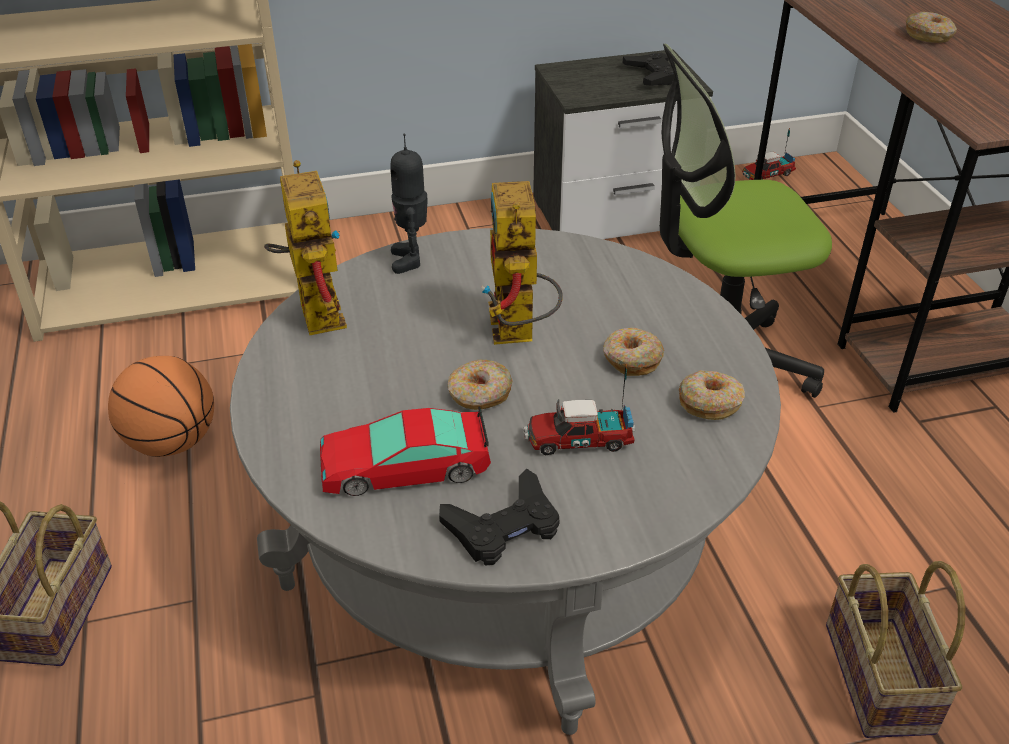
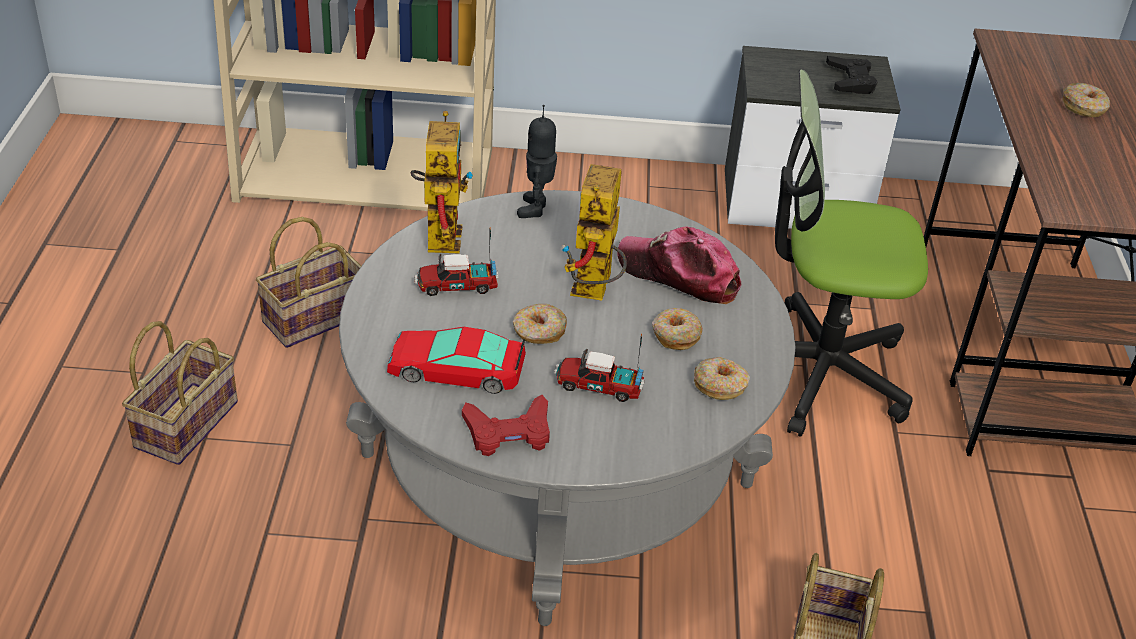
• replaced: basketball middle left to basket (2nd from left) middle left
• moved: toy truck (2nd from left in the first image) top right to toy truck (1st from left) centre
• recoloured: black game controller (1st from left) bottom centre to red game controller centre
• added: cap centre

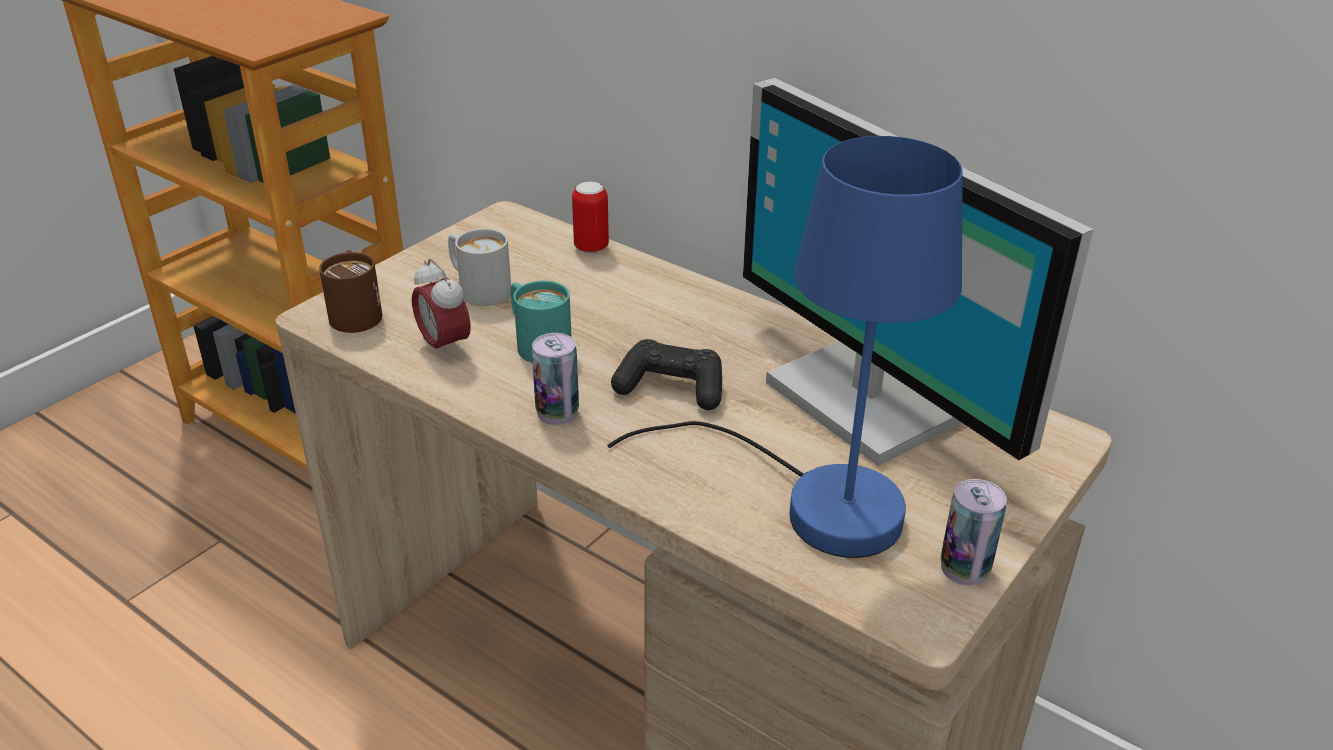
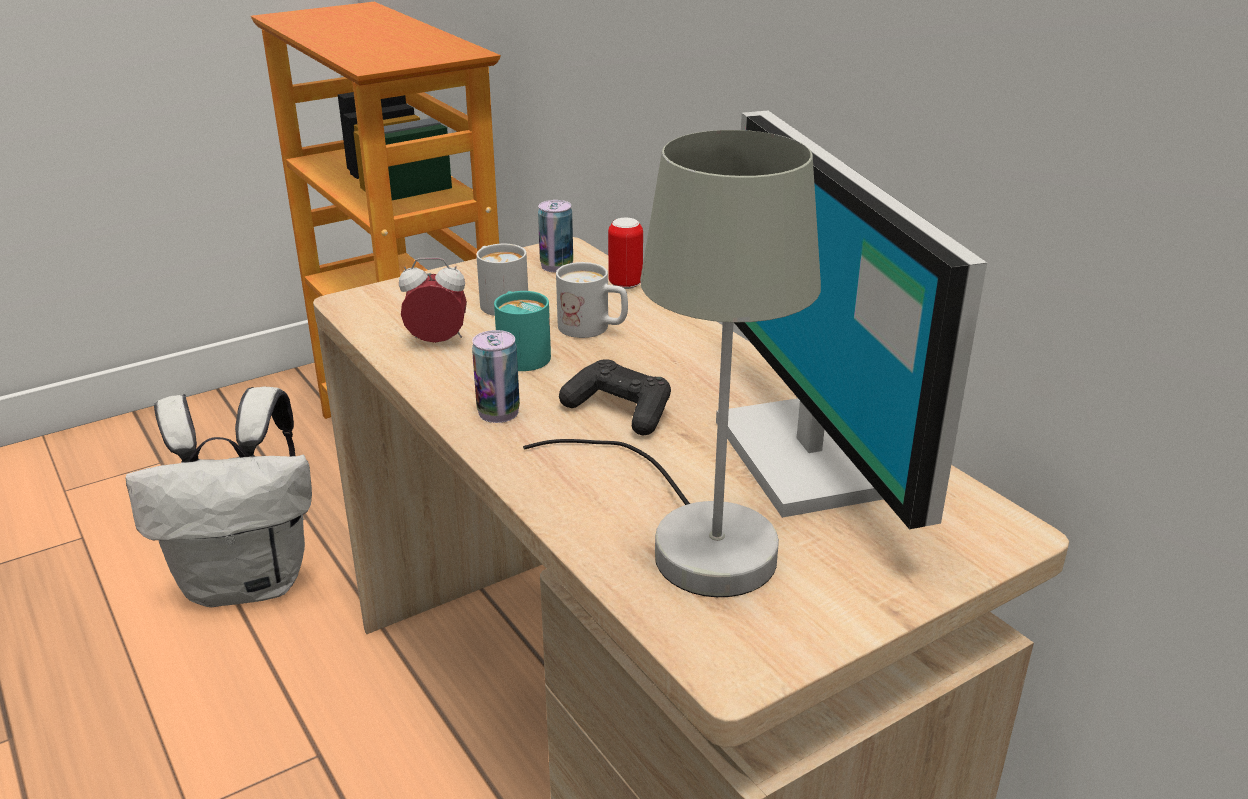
• added: white backpack middle left
• turned: alarm clock middle left = centre 105 degrees clockwise
• recoloured: blue table lamp centre to grey table lamp centre
• moved: can (3rd from left in the first image) bottom right to can (2nd from left) top centre
• added: white mug (2nd from left) centre
• removed: brown mug middle left

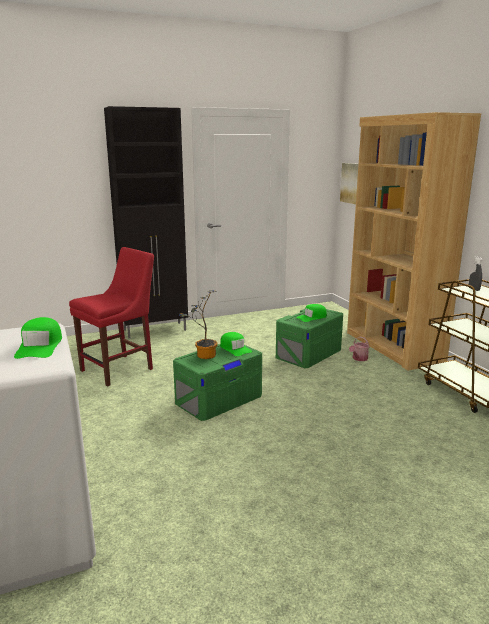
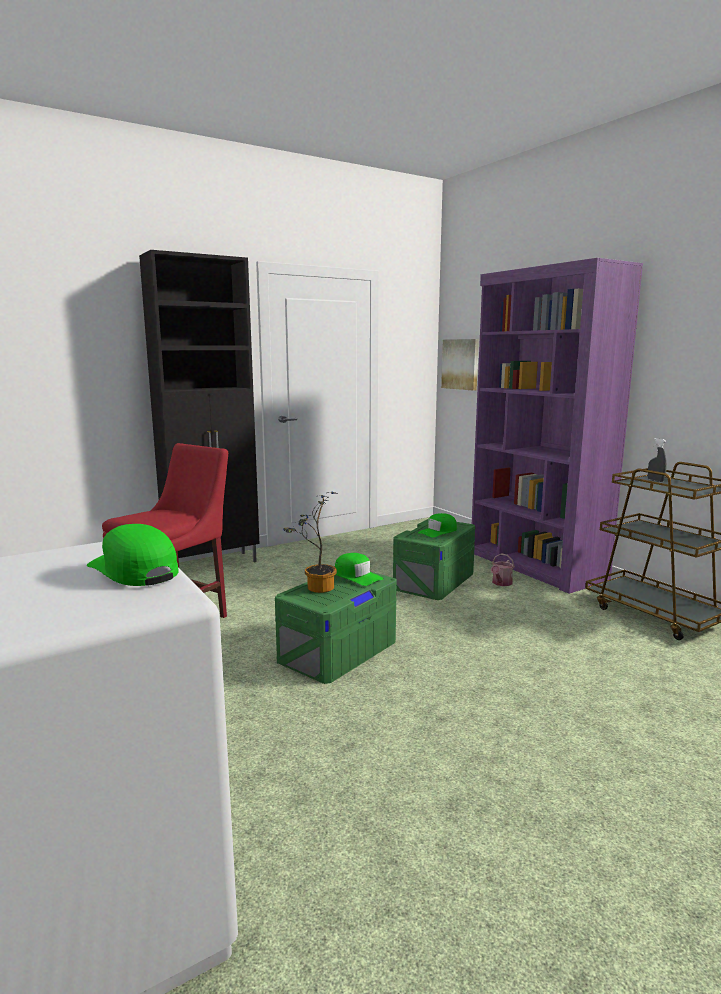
• turned: green cap (1st from left) middle left = middle left 150 degrees clockwise
• recoloured: brown bookcase middle right to purple bookcase middle right

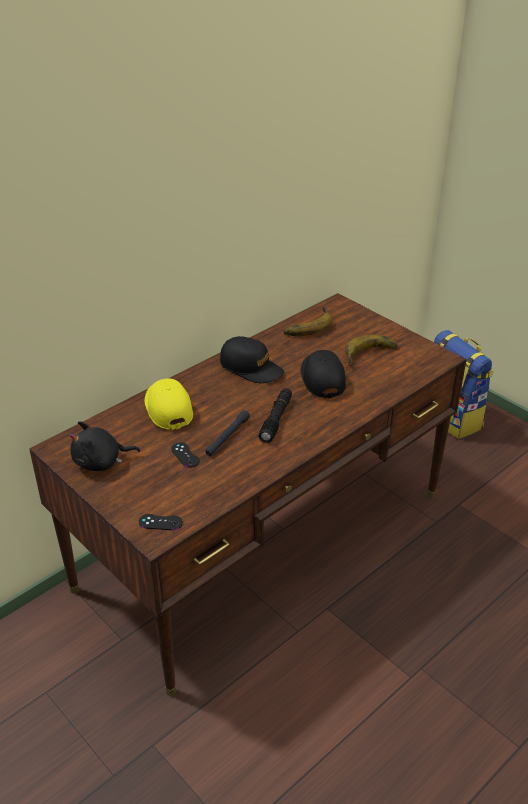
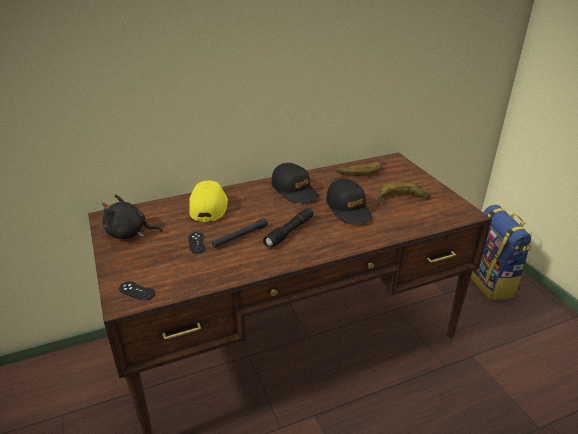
• turned: black cap (2nd from left) centre = centre 150 degrees clockwise

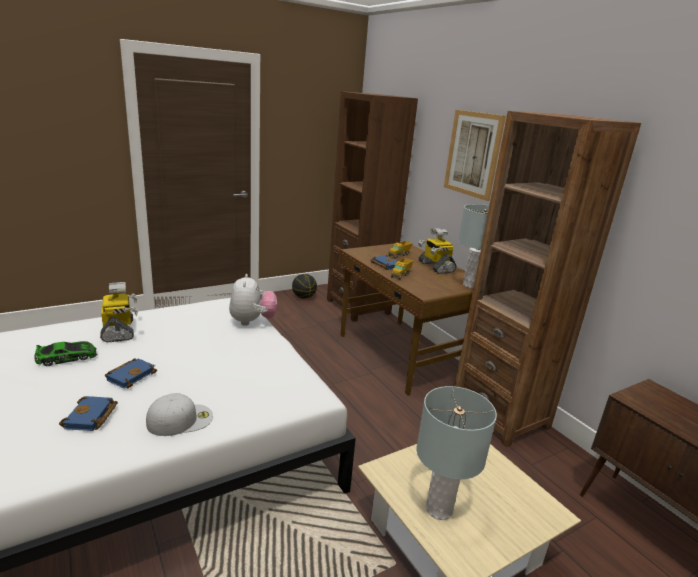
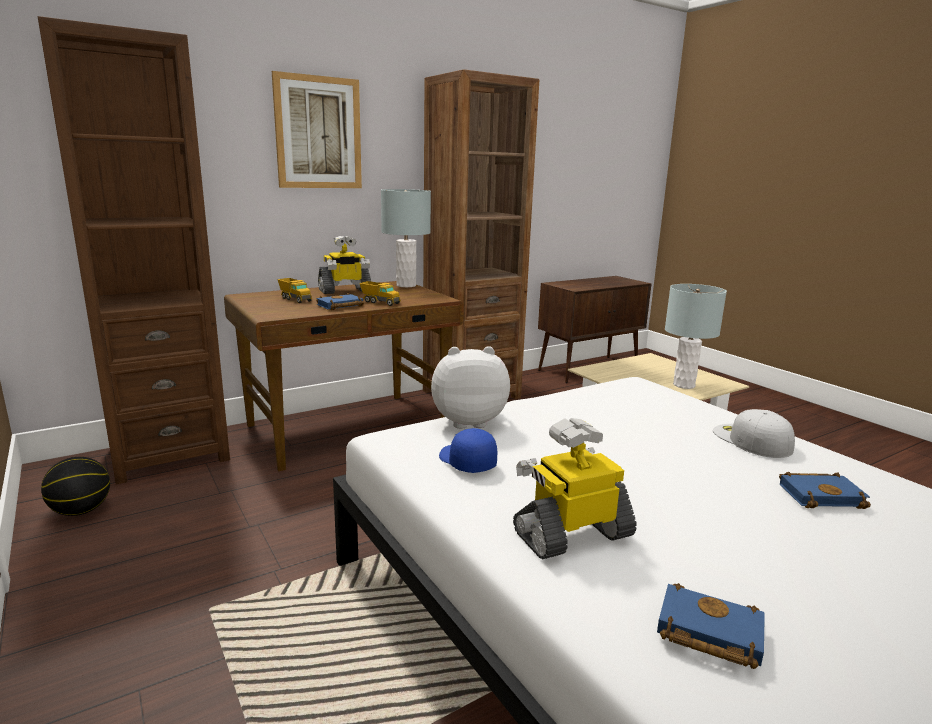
• added: blue cap centre
• moved: blue book (2nd from left) middle left to bottom right
• removed: toy car middle left

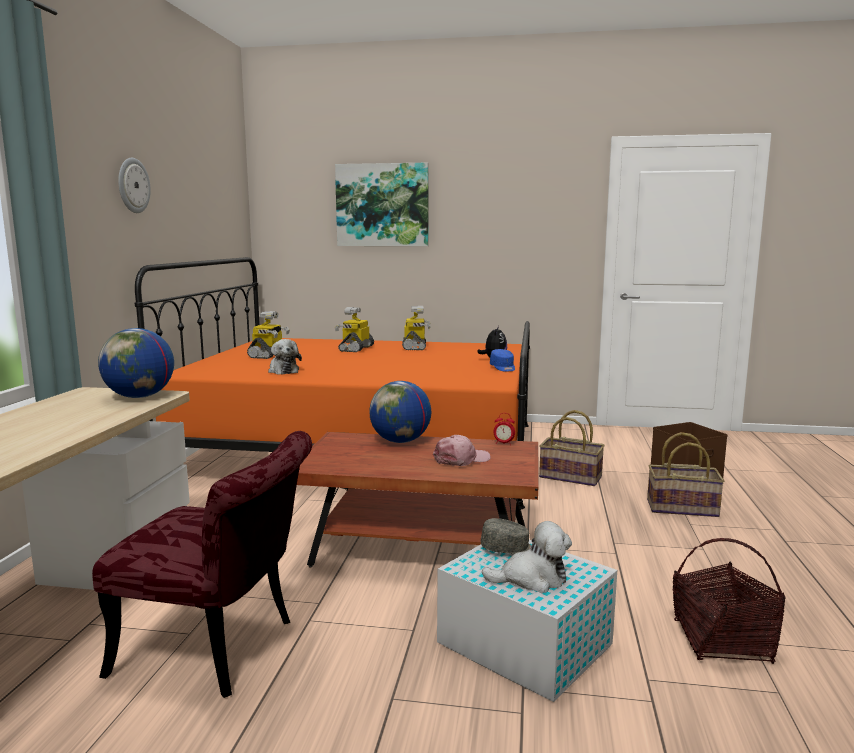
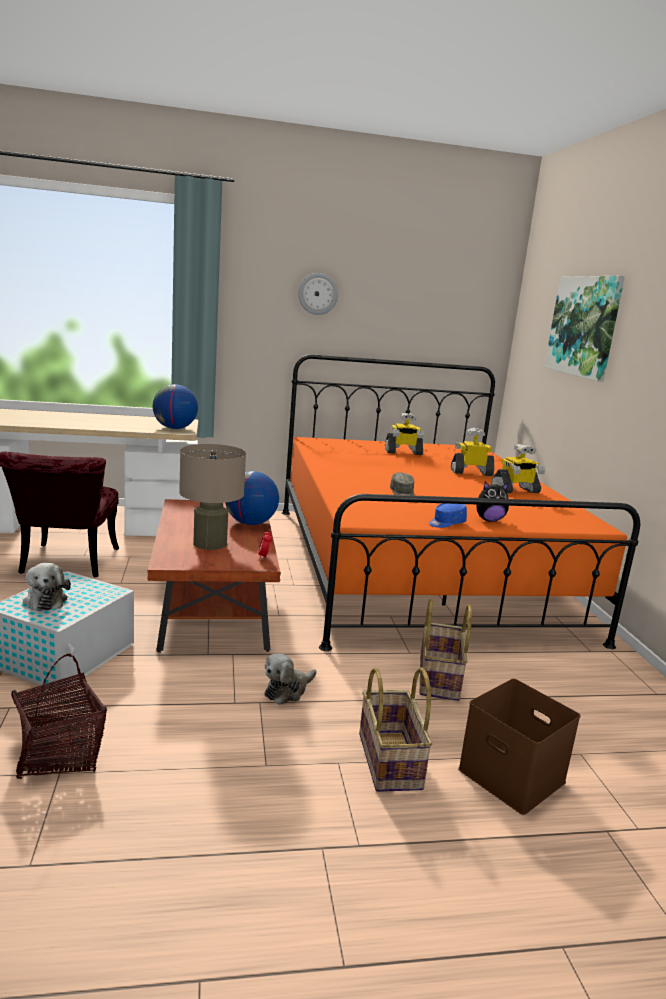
• replaced: pink cap centre to beige table lamp middle left
• moved: plush toy (1st from left in the first image) centre to plush toy (2nd from left) bottom centre
• moved: grey cap bottom centre to centre

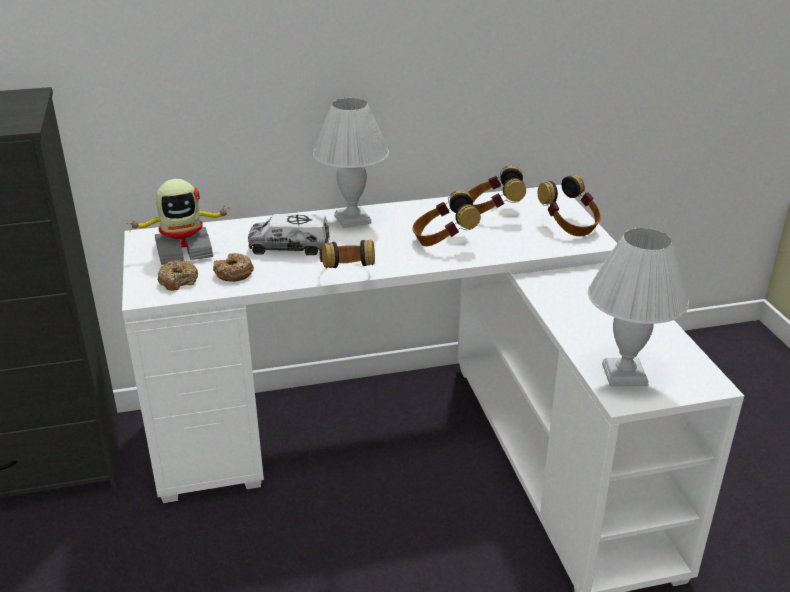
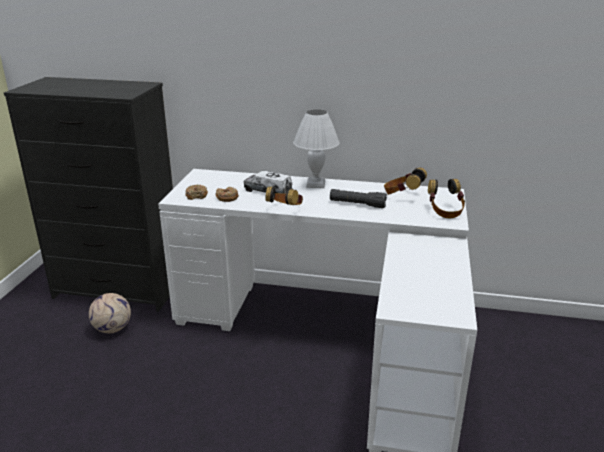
• added: football bottom left
• replaced: headphones (2nd from left) centre to black flashlight centre
• removed: toy robot middle left
• removed: white table lamp (2nd from left) middle right

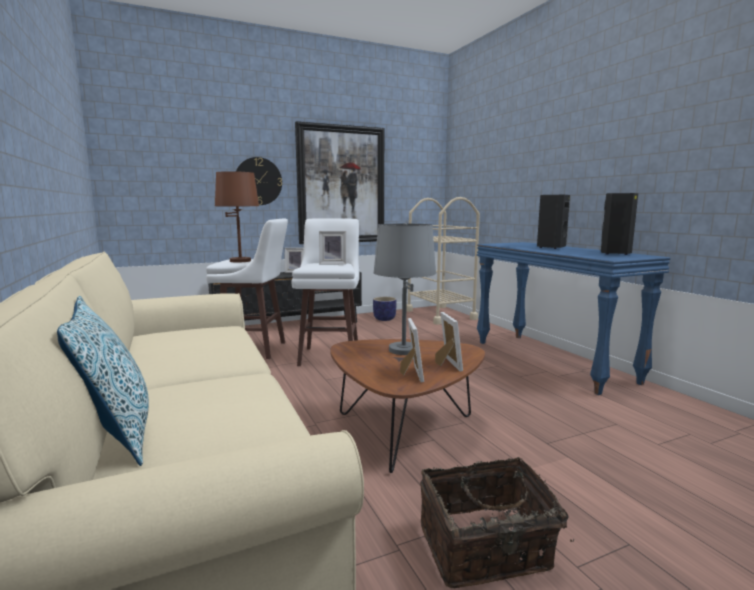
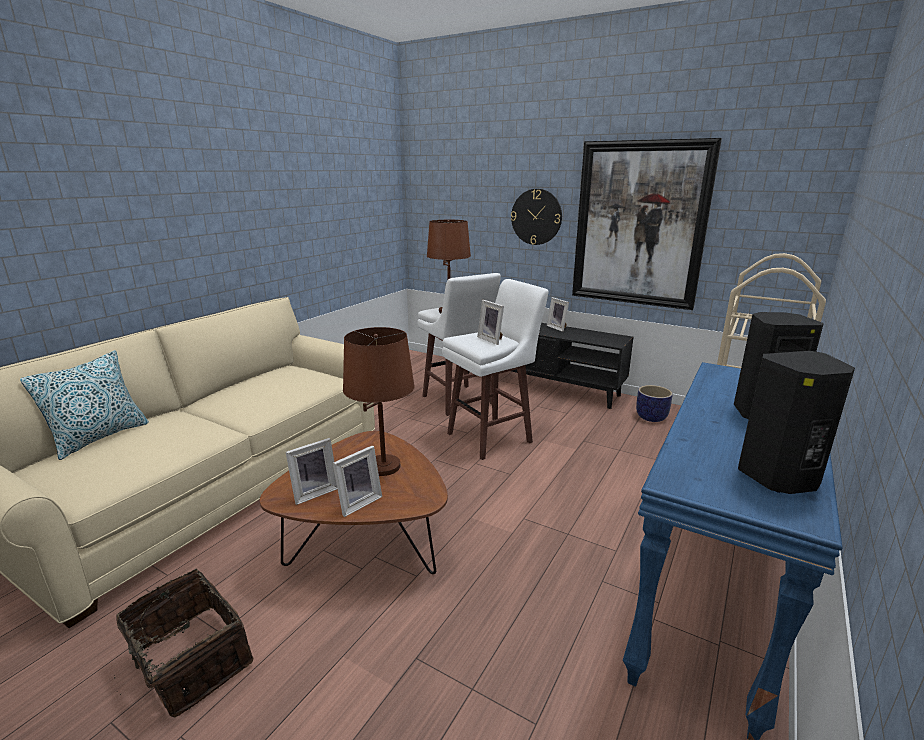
• recoloured: grey table lamp centre to brown table lamp (1st from left) centre

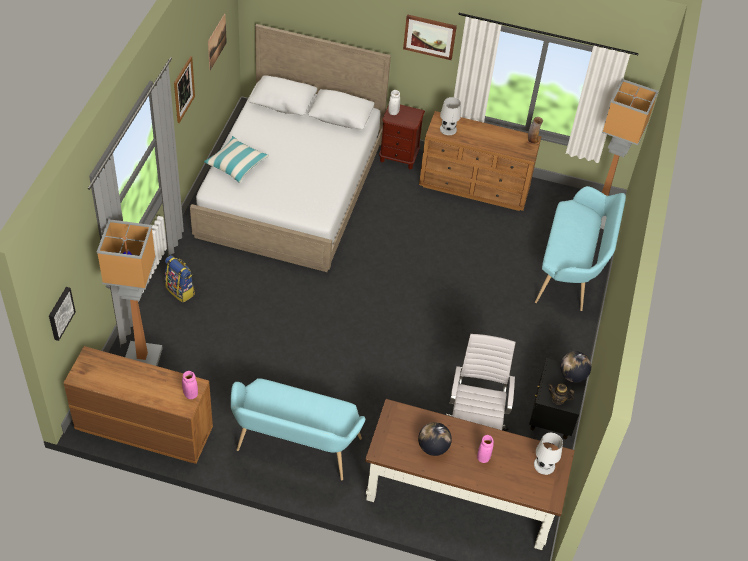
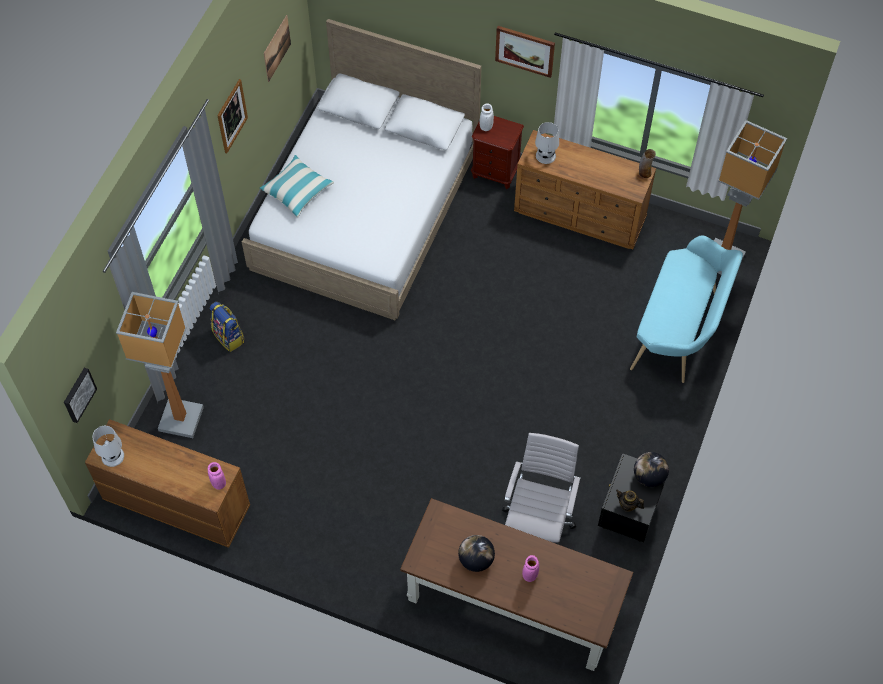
• moved: white table lamp (2nd from left in the first image) bottom right to white table lamp (1st from left) middle left
• removed: turquoise bench (1st from left) bottom centre

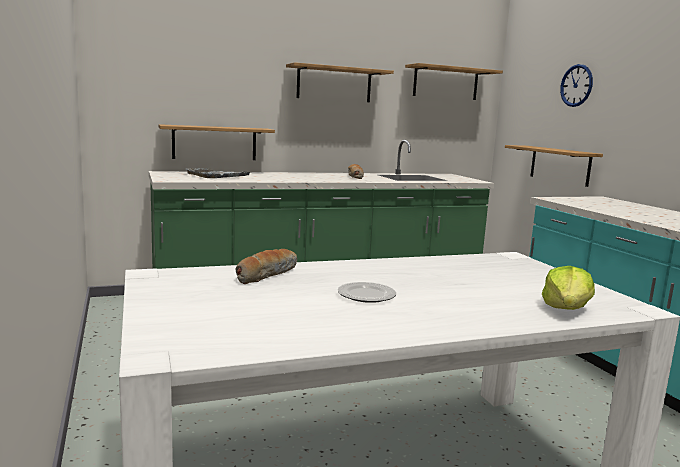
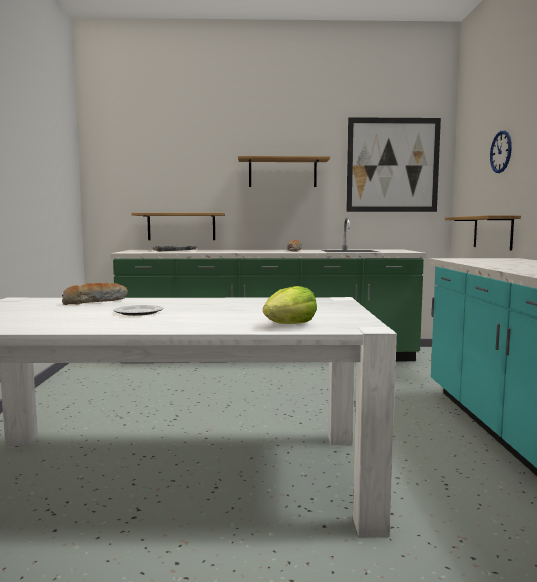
• replaced: shelf (3rd from left) top right to picture top right

